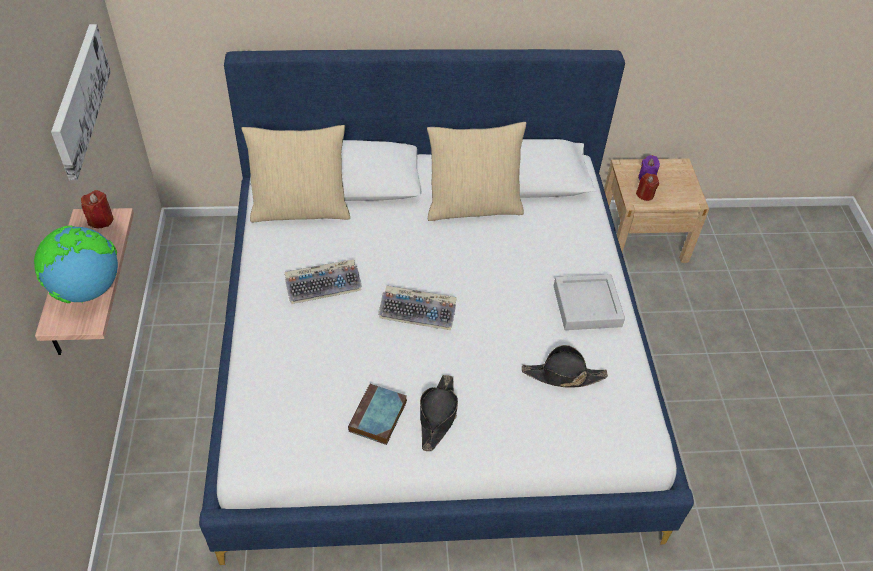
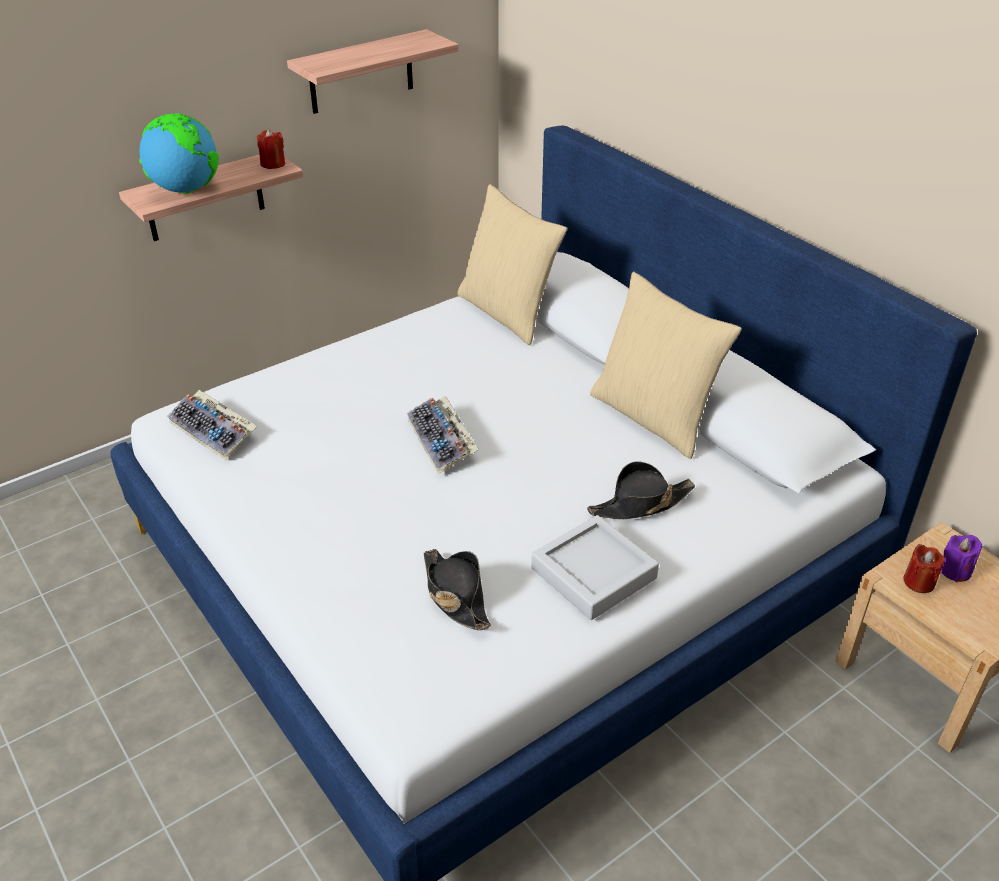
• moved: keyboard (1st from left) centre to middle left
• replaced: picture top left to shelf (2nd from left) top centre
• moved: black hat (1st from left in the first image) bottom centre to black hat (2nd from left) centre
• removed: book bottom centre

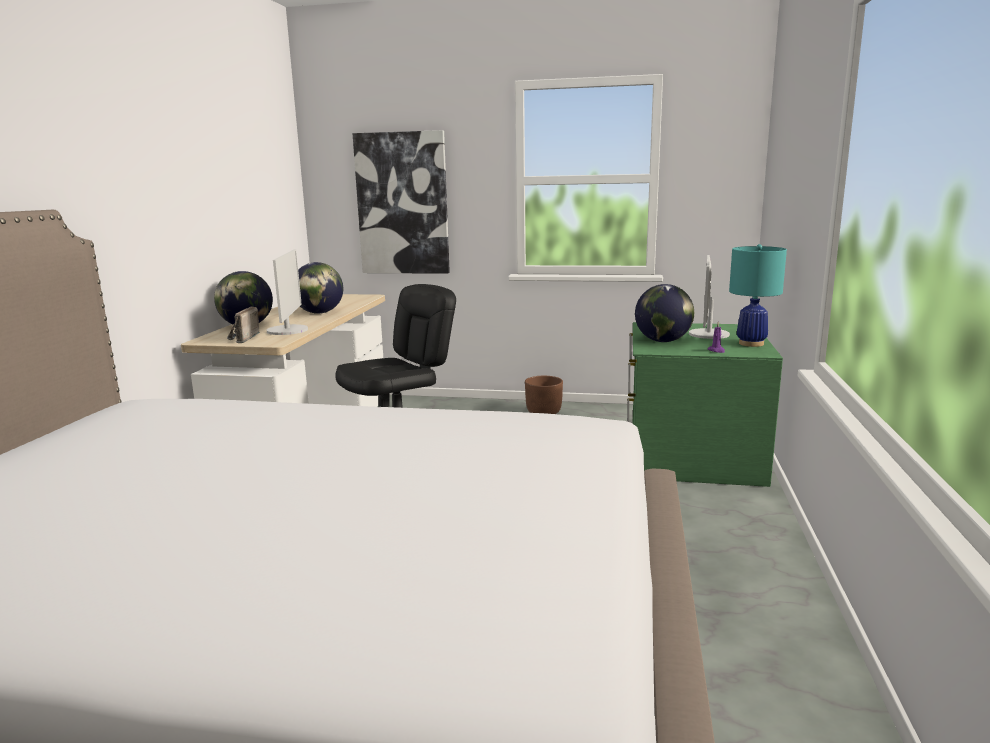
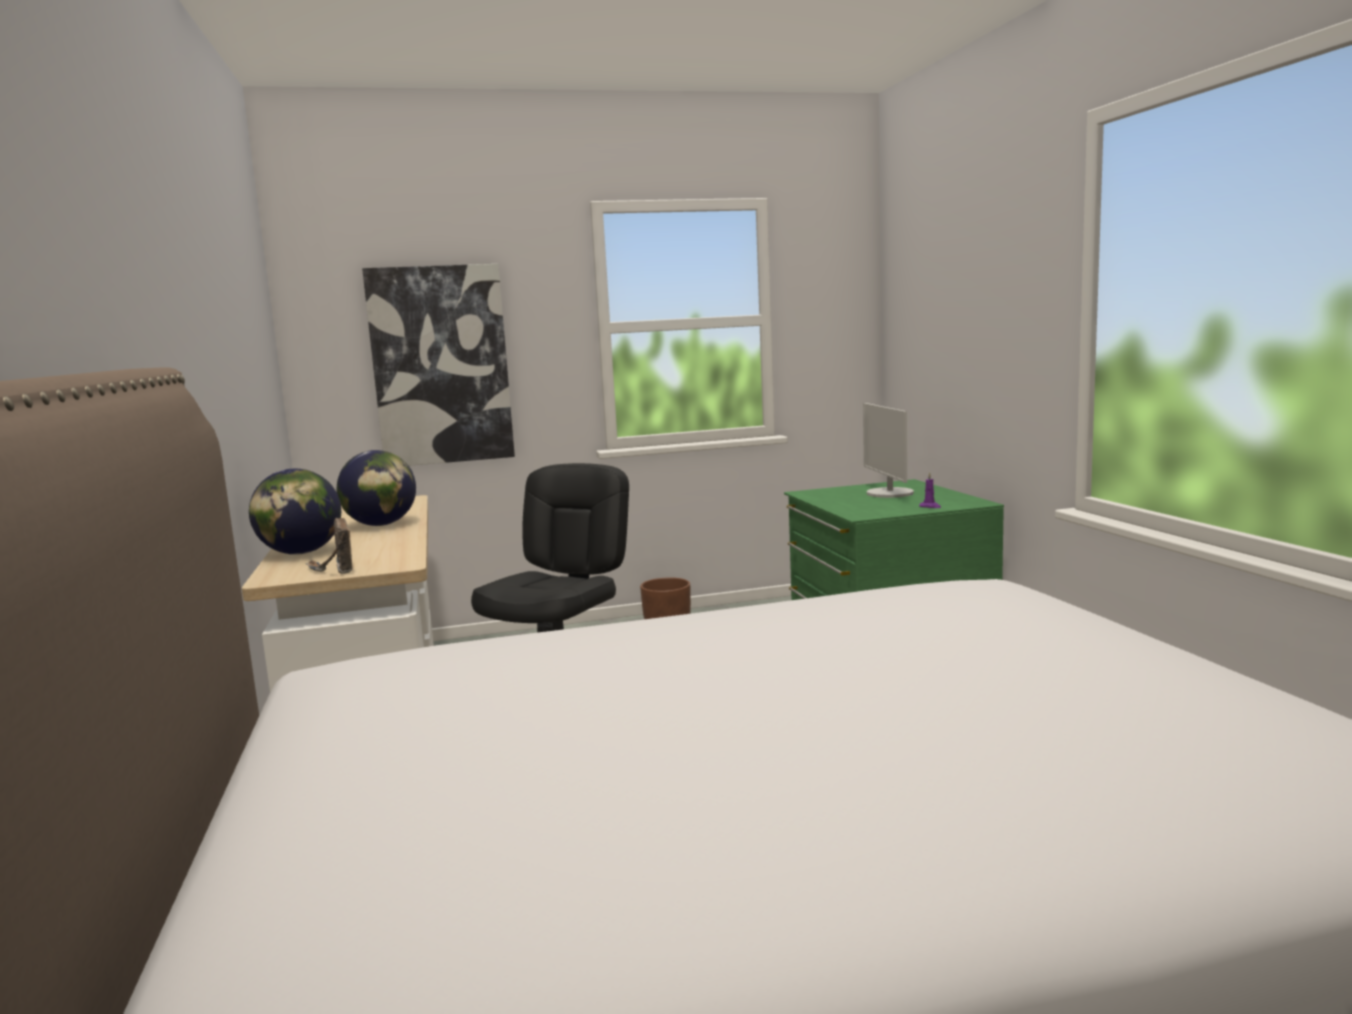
• removed: monitor (1st from left) middle left
• removed: globe (3rd from left) middle right
• removed: turquoise table lamp middle right

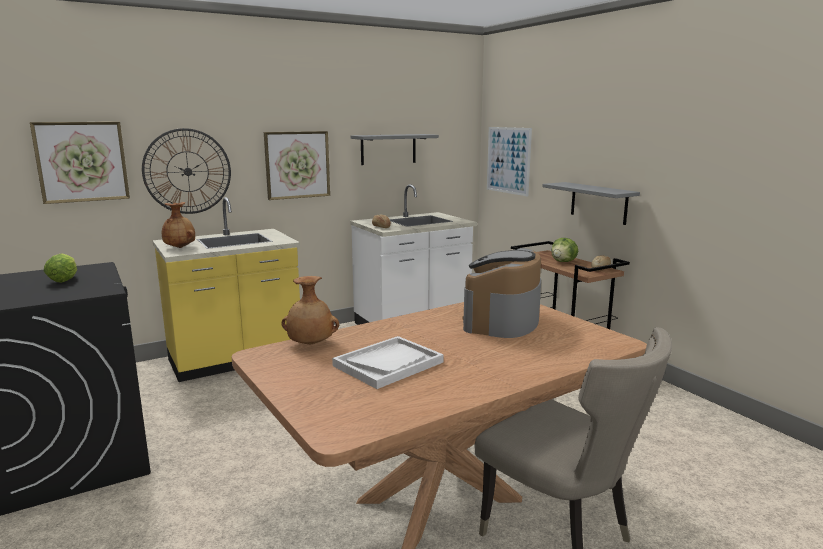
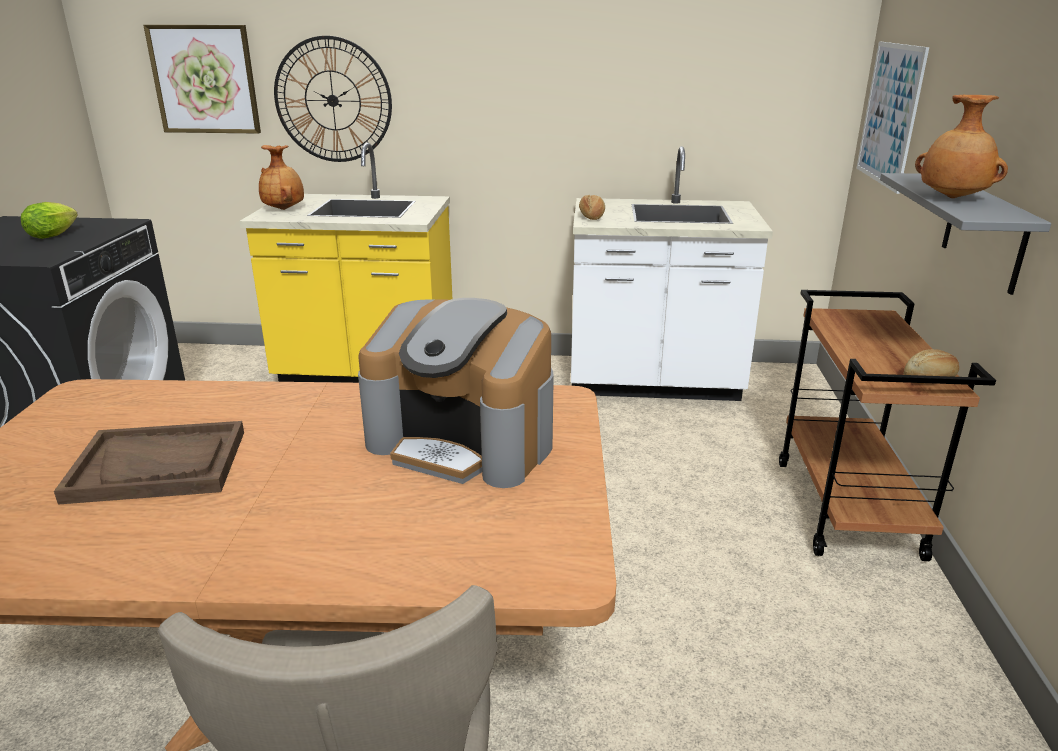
• recoloured: white tray centre to brown tray middle left
• turned: coffee machine centre = centre 120 degrees counterclockwise
• moved: brown vase (2nd from left) centre to top right
• removed: picture (2nd from left) top centre
• removed: grey shelf (1st from left) top centre
• removed: lettuce (2nd from left) middle right

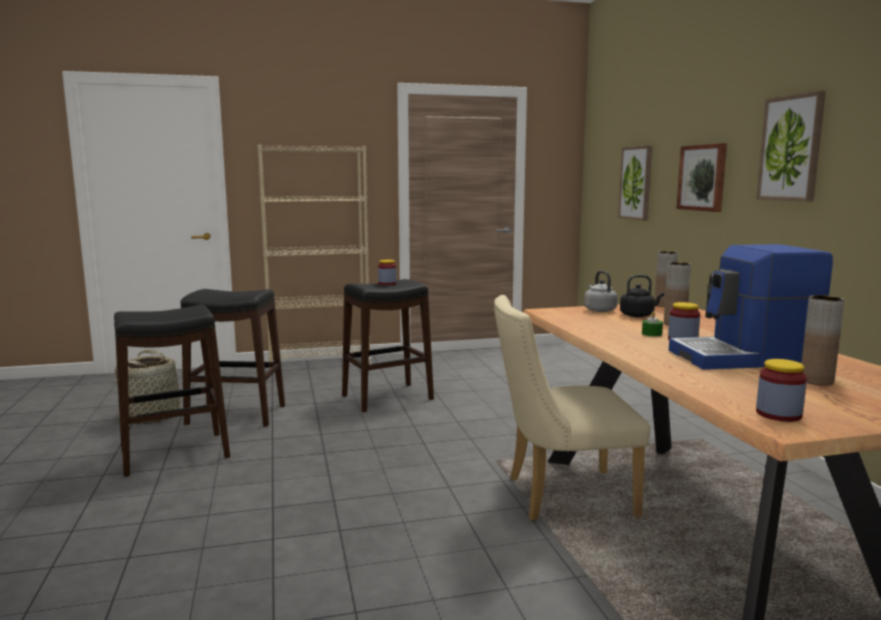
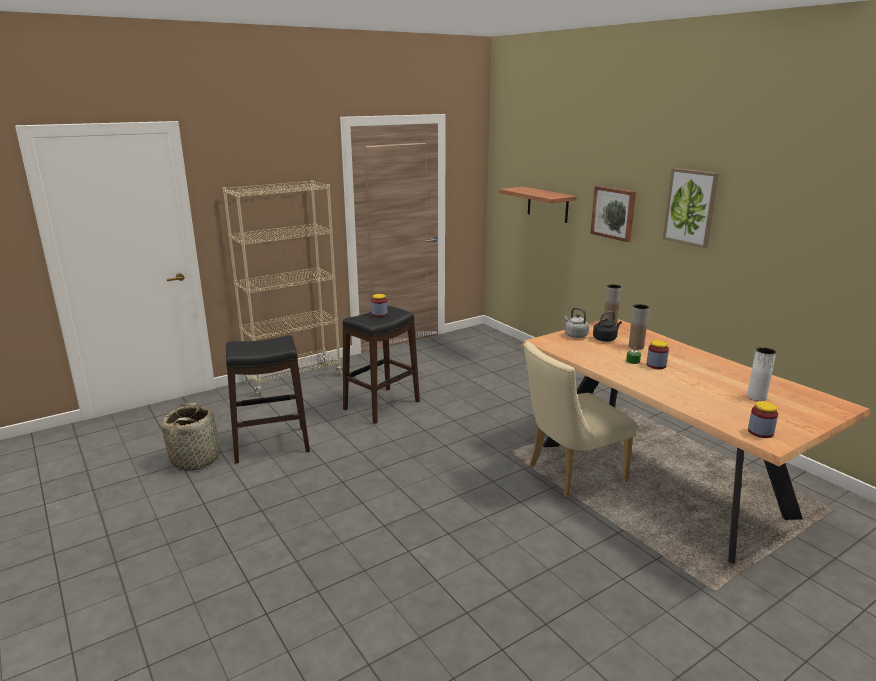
• replaced: picture (1st from left) top right to shelf top centre
• recoloured: brown vase (3rd from left) middle right to white vase middle right
• removed: black stool (1st from left) middle left
• removed: coffee machine middle right

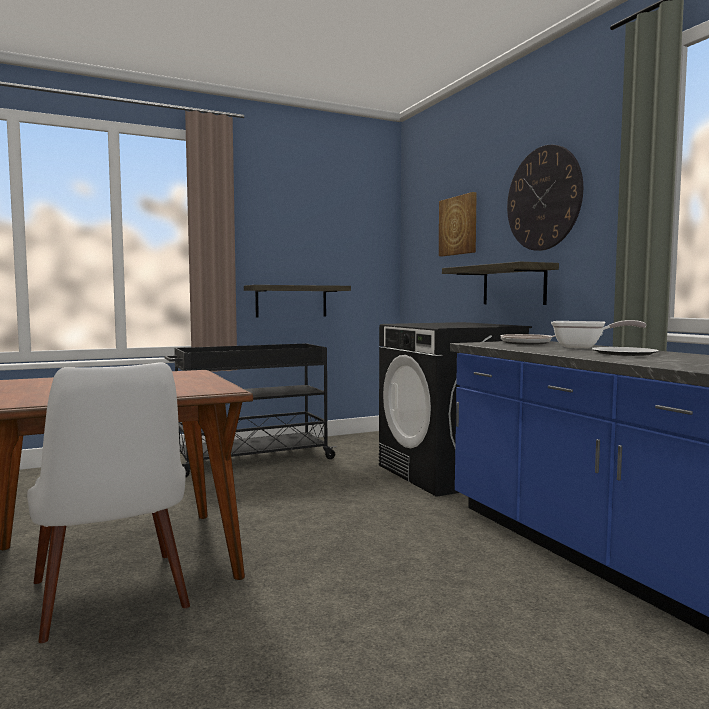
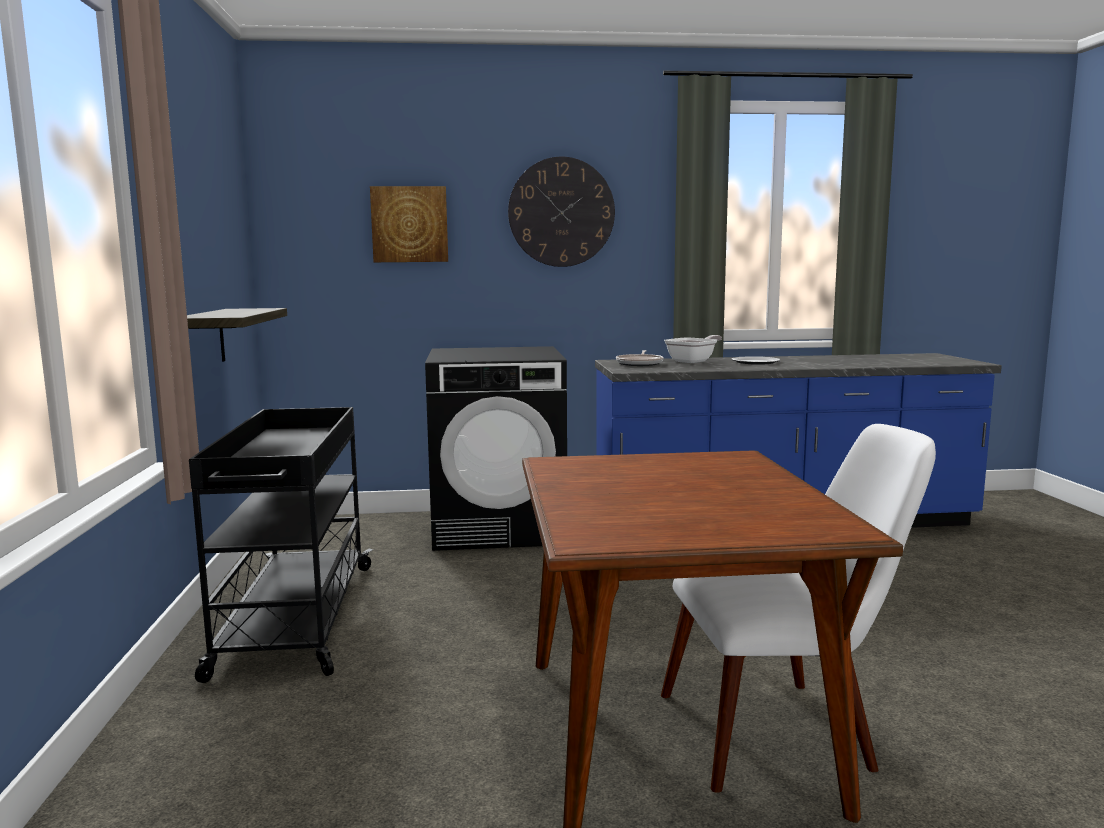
• removed: shelf (2nd from left) middle right

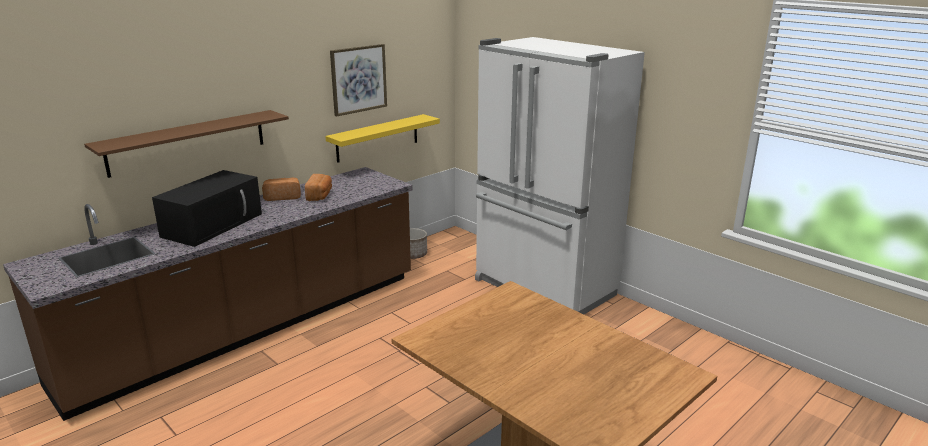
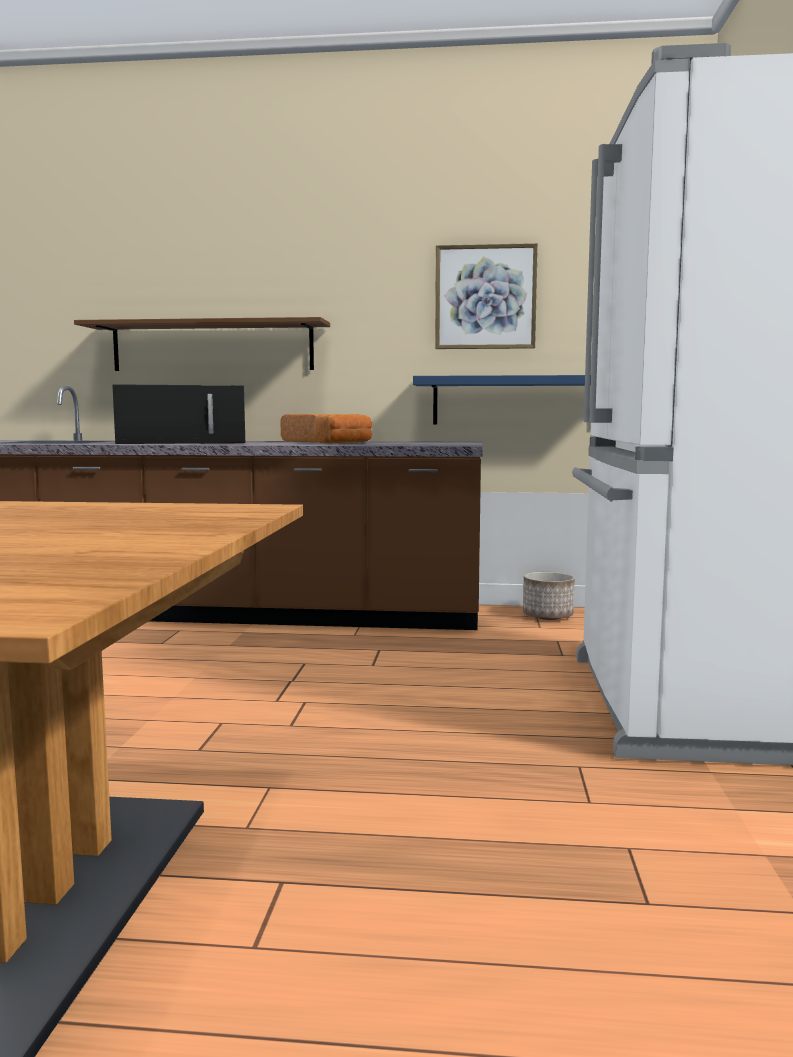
• recoloured: yellow shelf top centre to blue shelf centre

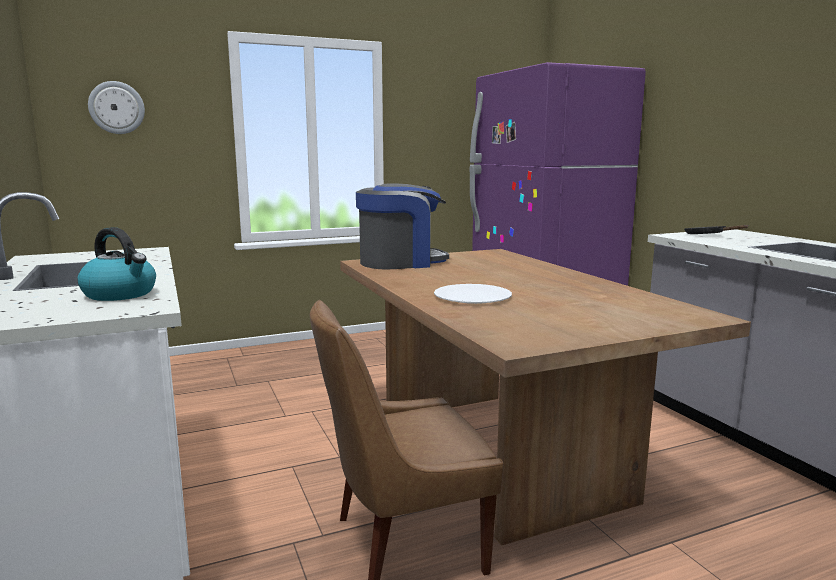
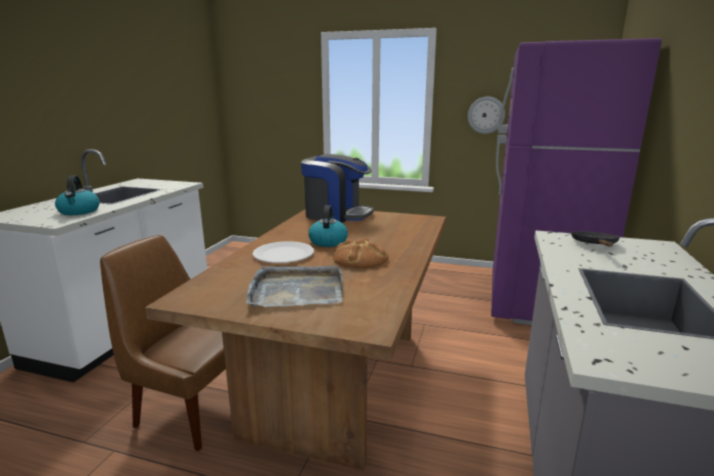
• added: grey tray centre
• added: kettle (2nd from left) centre
• added: bread centre
• moved: wall clock top left to top right

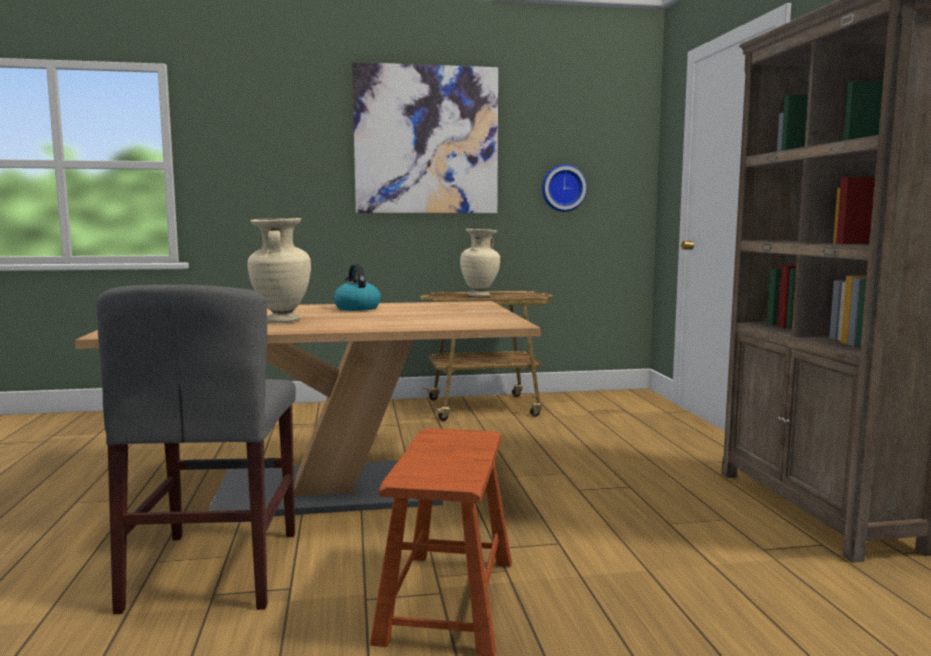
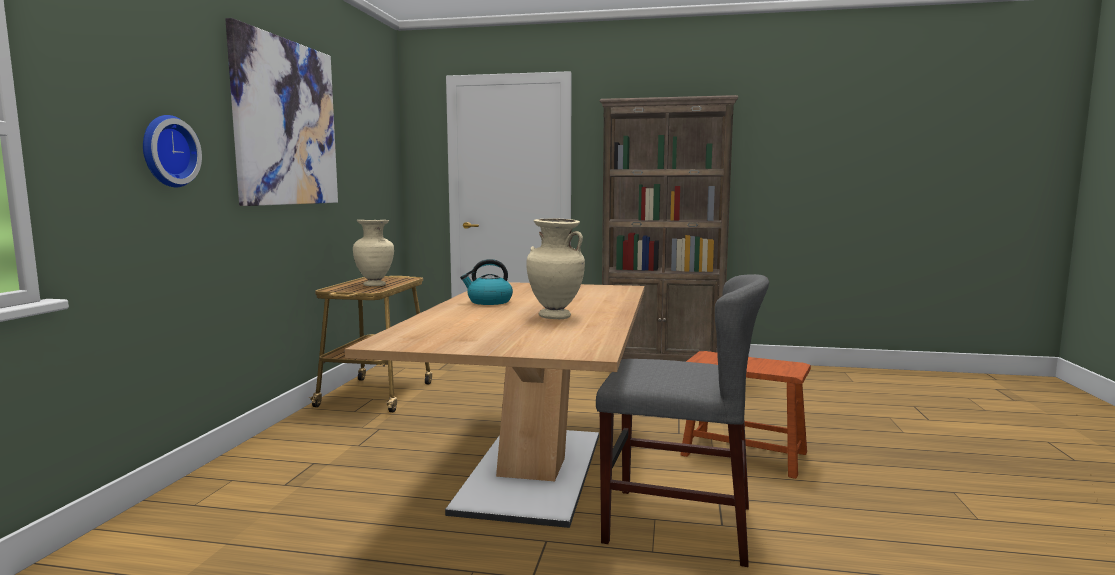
• moved: wall clock top centre to top left

